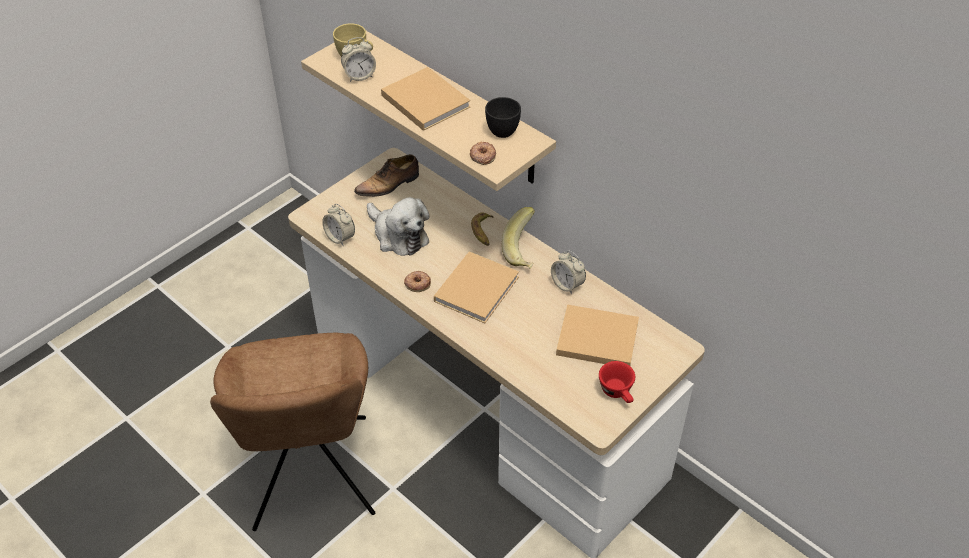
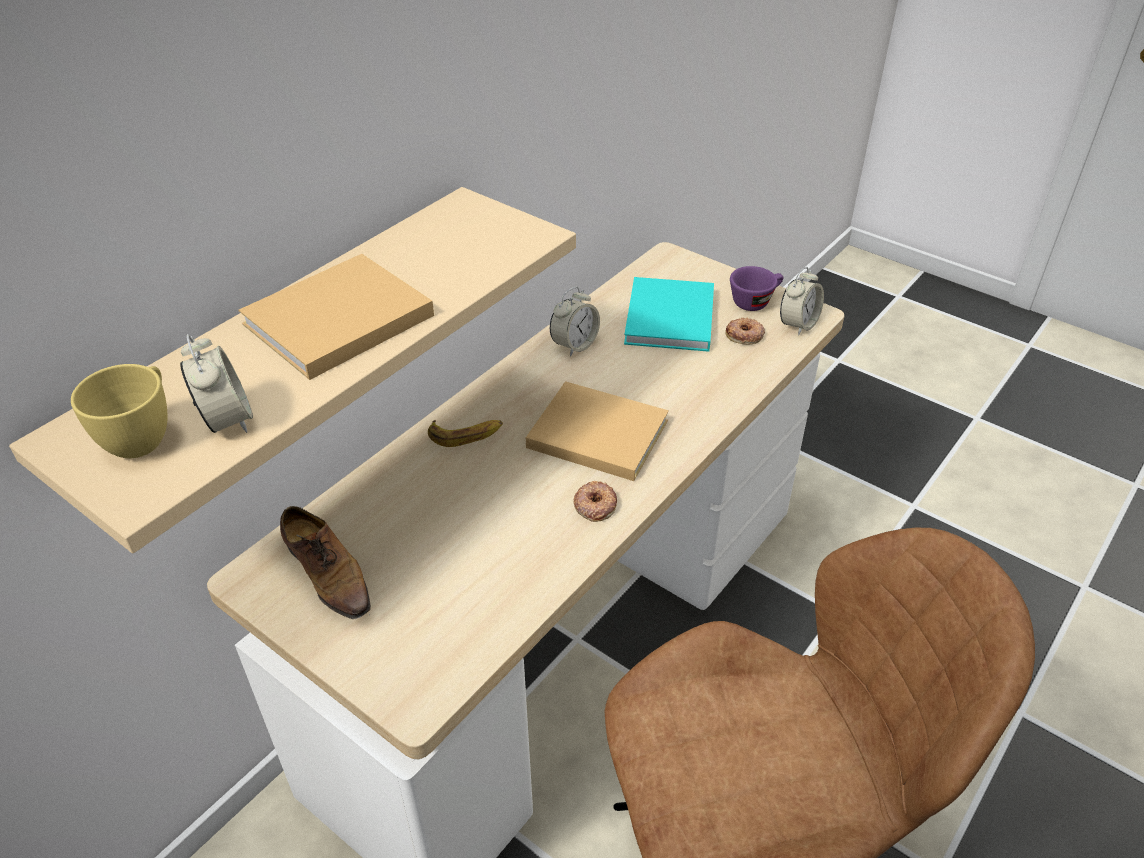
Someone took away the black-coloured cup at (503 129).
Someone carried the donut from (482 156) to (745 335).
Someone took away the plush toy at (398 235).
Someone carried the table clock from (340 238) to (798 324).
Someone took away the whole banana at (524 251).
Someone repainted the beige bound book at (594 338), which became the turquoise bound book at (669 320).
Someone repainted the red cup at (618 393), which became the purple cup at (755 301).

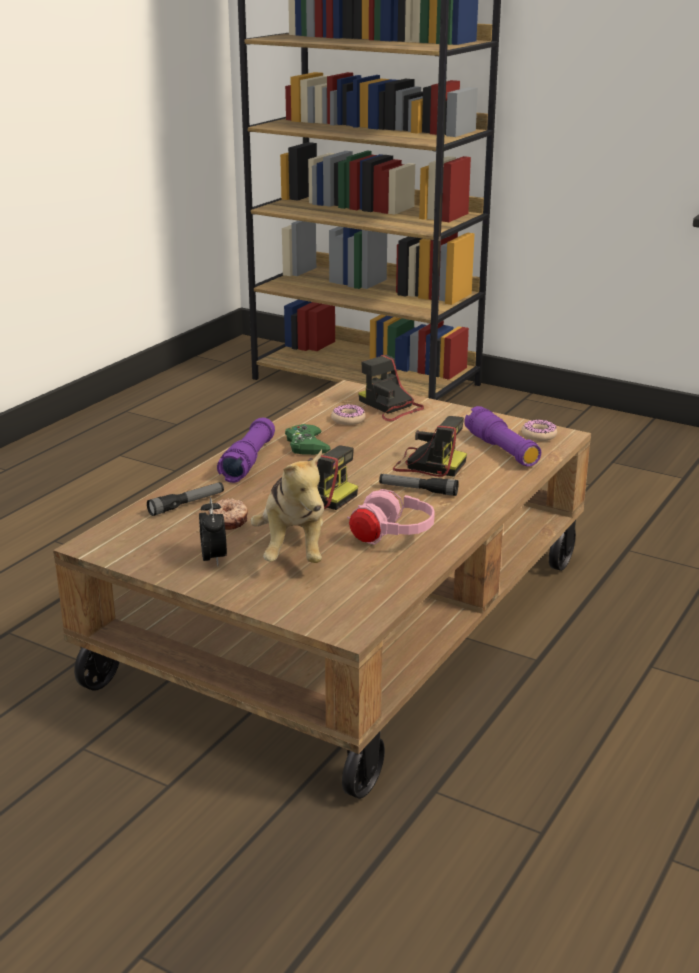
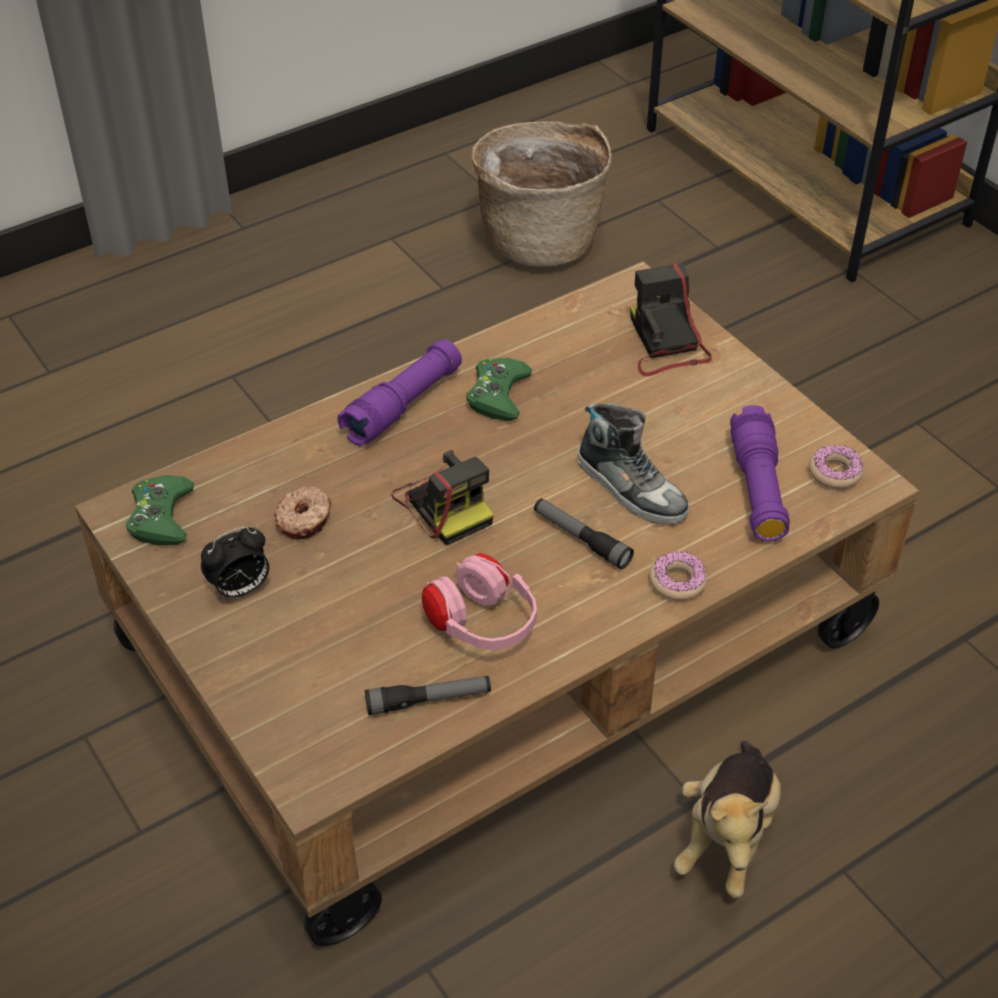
Someone carried the donut from (348 420) to (677 581).
Someone swapped the still camera at (427 464) for the low shoe at (631 487).
Someone carried the plush toy from (294 550) to (727 836).
Someone carried the flashlight from (187 504) to (428 700).
Someone rotated the table clock at (214 559) by 45 degrees clockwise.
Someone put down the basket at (540 238).
Someone put down the greenish gamepad at (161 517).

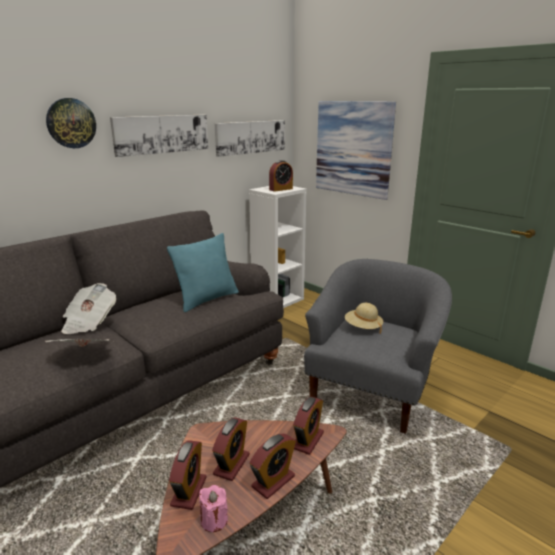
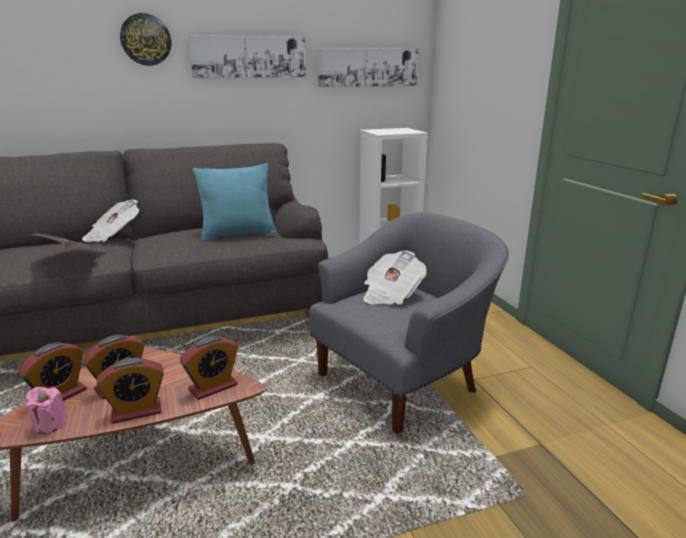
Someone took away the wall picture at (353 148).
Someone took away the table clock at (281 189).
Someone swapped the beige hat at (363 327) for the printed paper at (391 294).

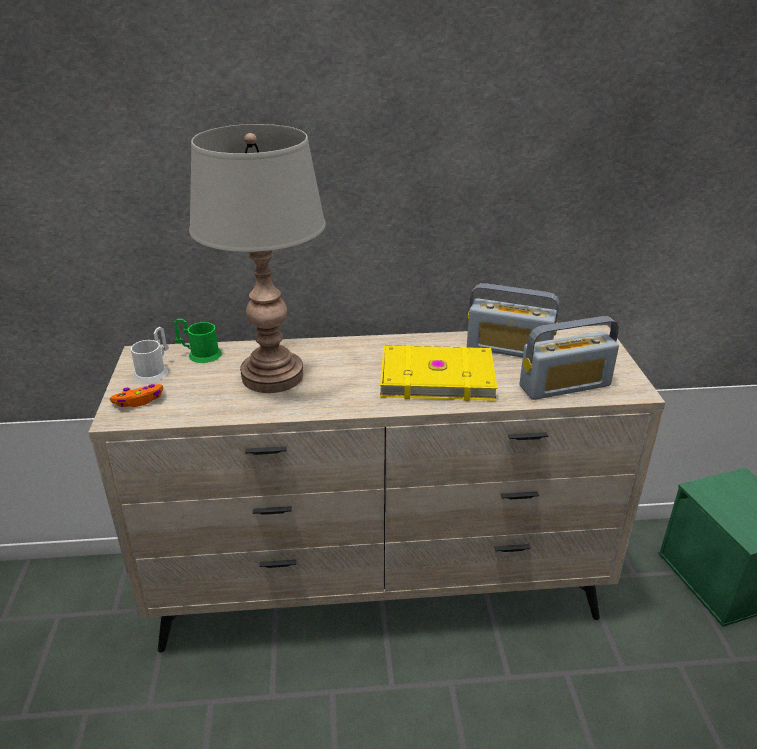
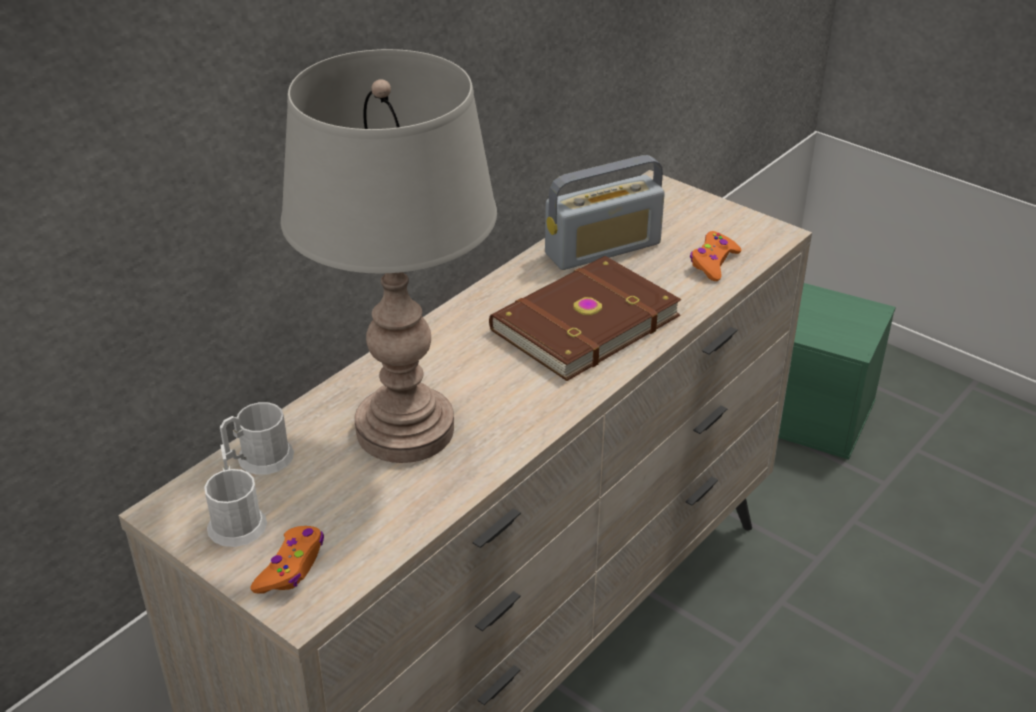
Someone swapped the radio receiver at (565 386) for the orange-coloured gamepad at (713 263).
Someone repainted the greenish tea mug at (200 354), which became the white tea mug at (258 460).
Someone repainted the yellowish bound book at (436 376), which became the brown bound book at (582 322).

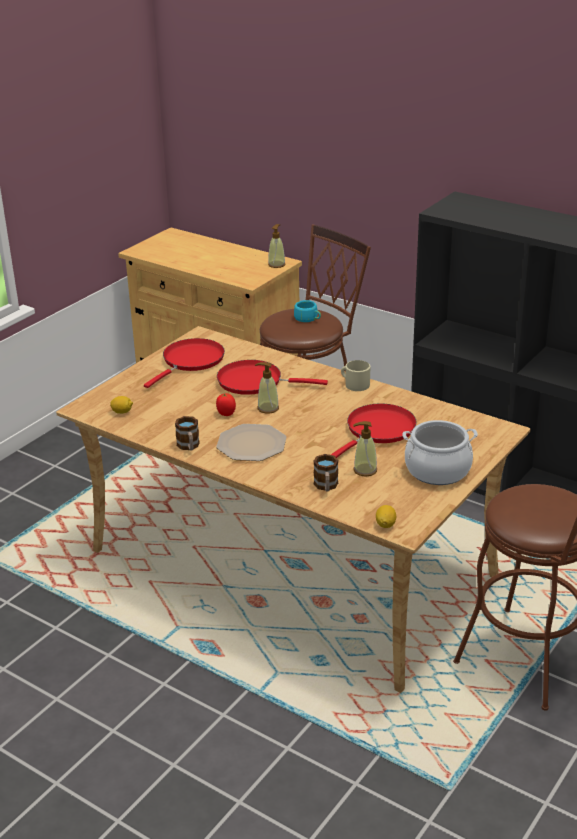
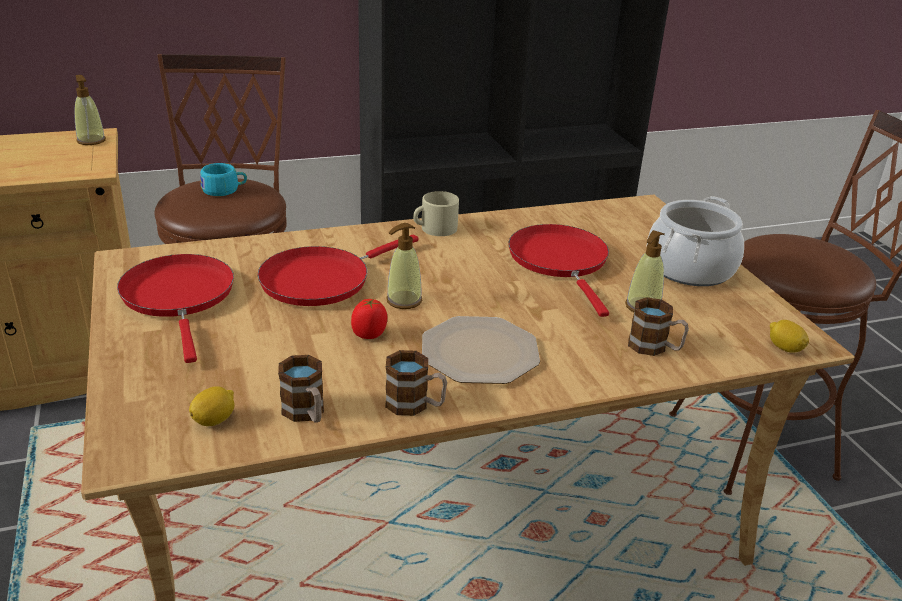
Someone put down the tea mug at (306 413).

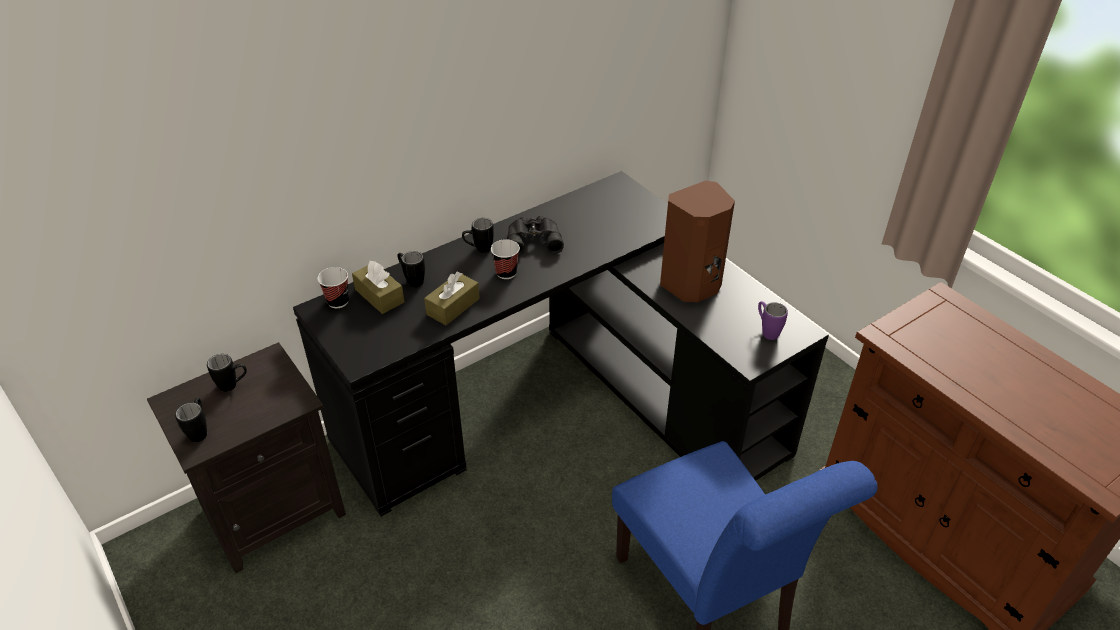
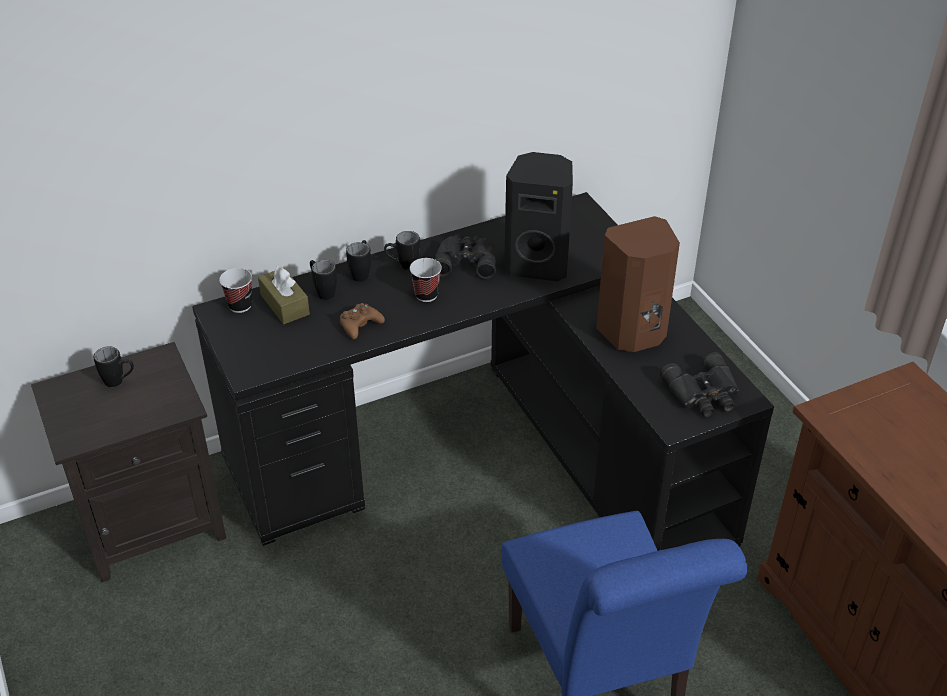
Someone swapped the brown tissue holder at (453 306) for the brown gamepad at (360 325).
Someone swapped the purple tea mug at (766 331) for the black-coloured pair of binoculars at (703 393).
Someone carried the black-coloured tea mug from (200 430) to (361 273).
Someone put down the black-coloured audio speaker at (538 264).

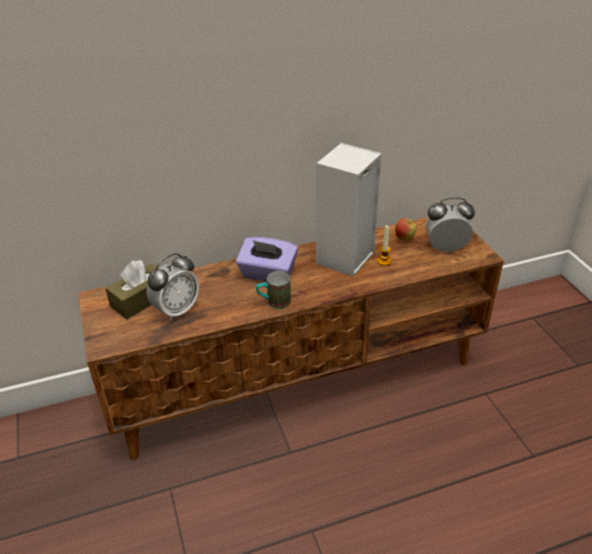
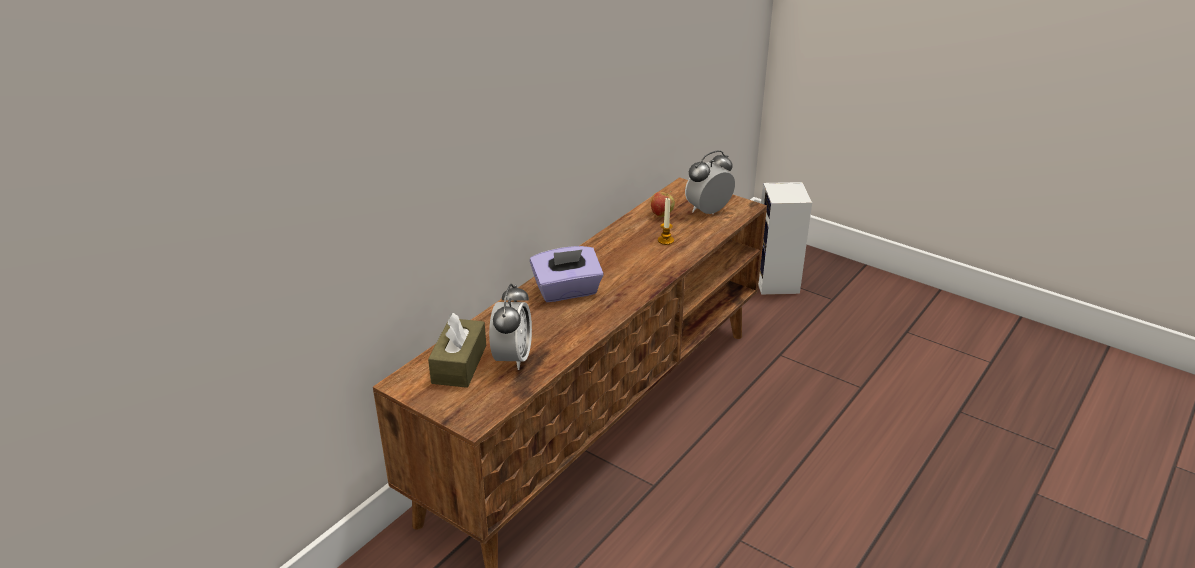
Someone carried the audio speaker from (345 259) to (777 283).
Someone took away the tea mug at (274 302).

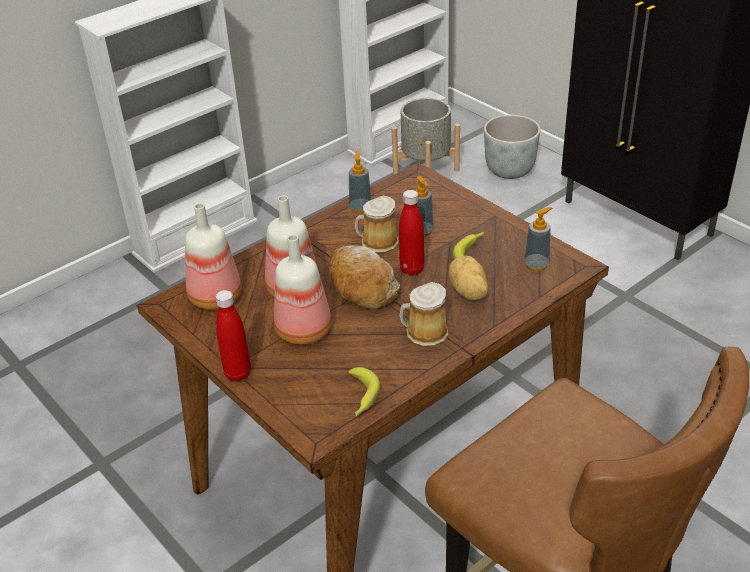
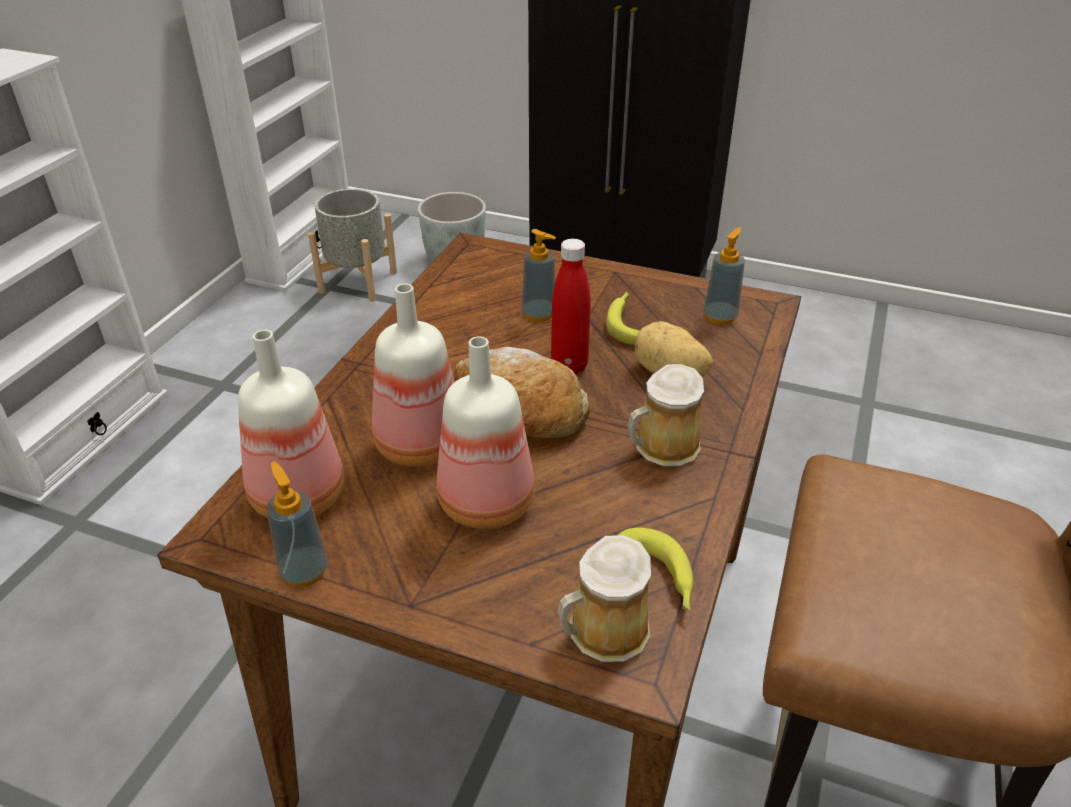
Someone carried the liquid soap bottle from (360 208) to (304 571).
Someone carried the tea mug from (377 242) to (603 632).
Someone took away the red drink bottle at (238 374).

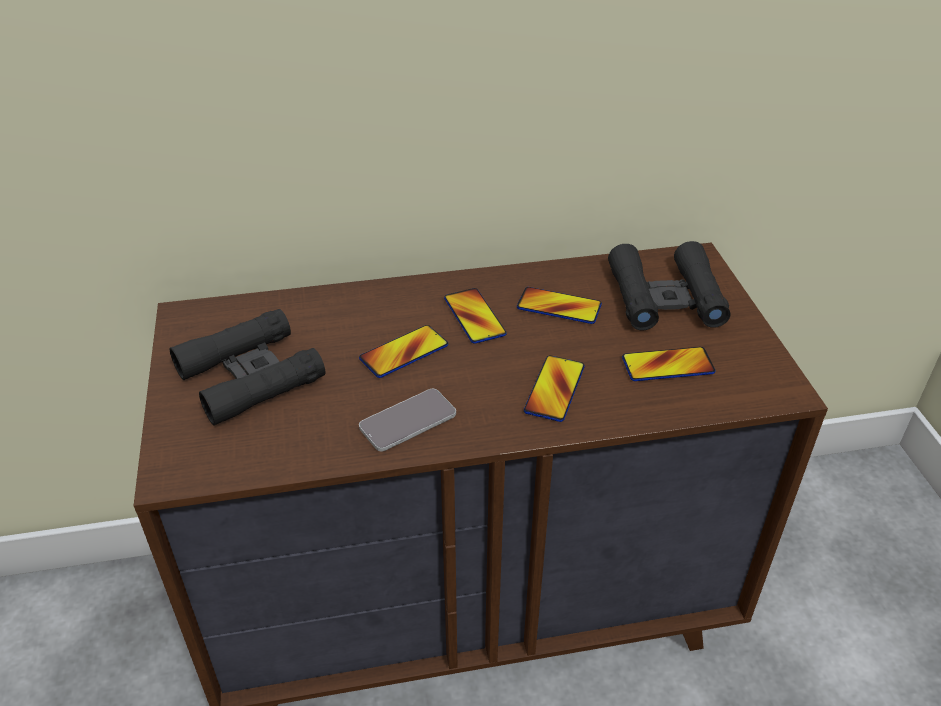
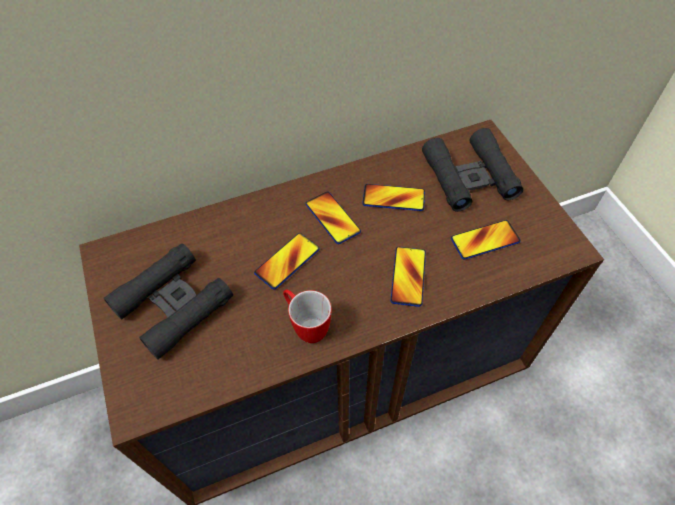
Someone swapped the phone at (408 421) for the tea mug at (306 326).

